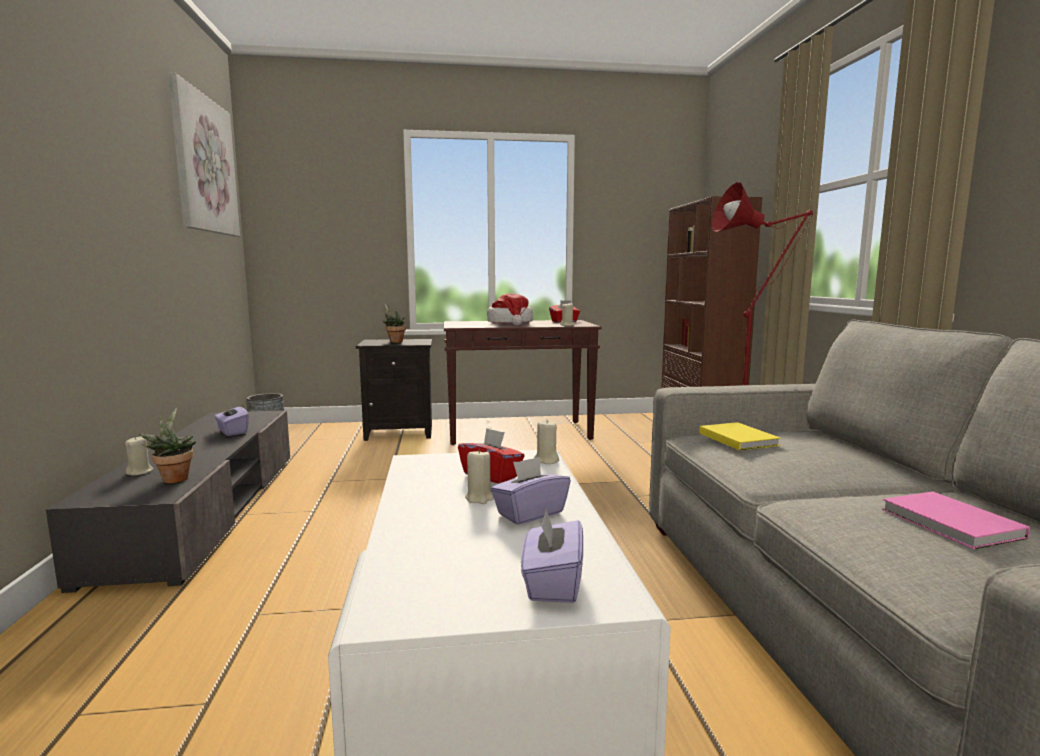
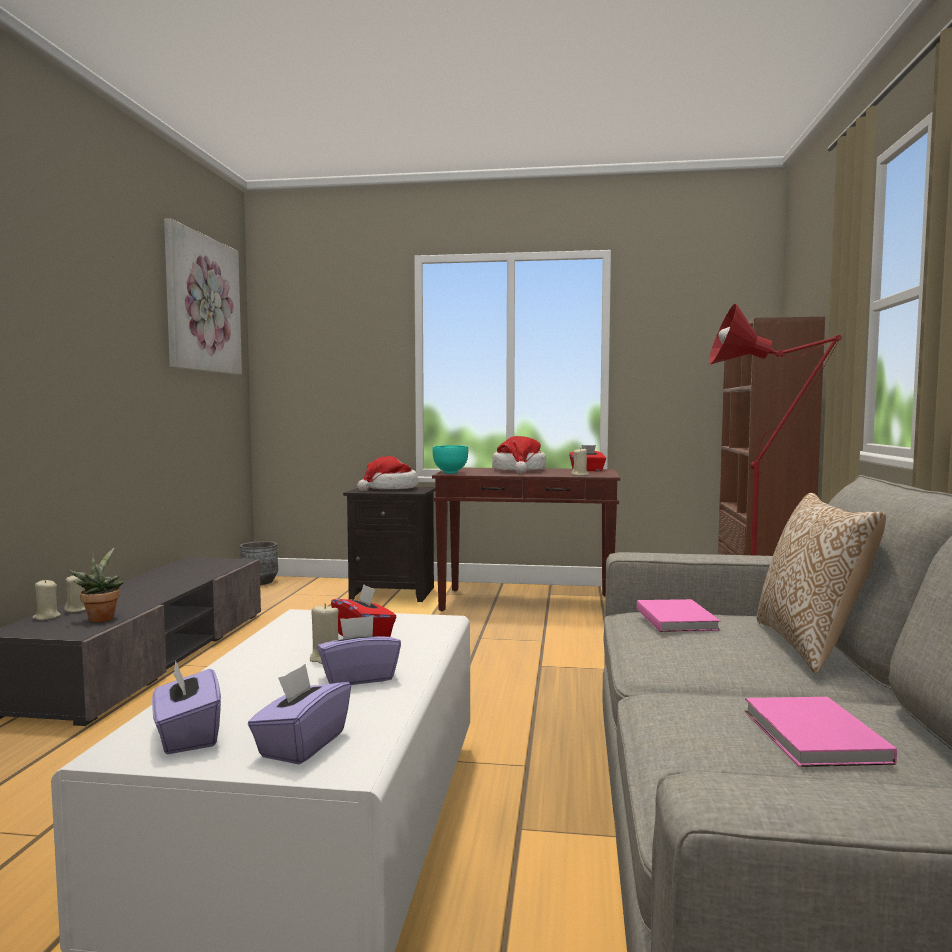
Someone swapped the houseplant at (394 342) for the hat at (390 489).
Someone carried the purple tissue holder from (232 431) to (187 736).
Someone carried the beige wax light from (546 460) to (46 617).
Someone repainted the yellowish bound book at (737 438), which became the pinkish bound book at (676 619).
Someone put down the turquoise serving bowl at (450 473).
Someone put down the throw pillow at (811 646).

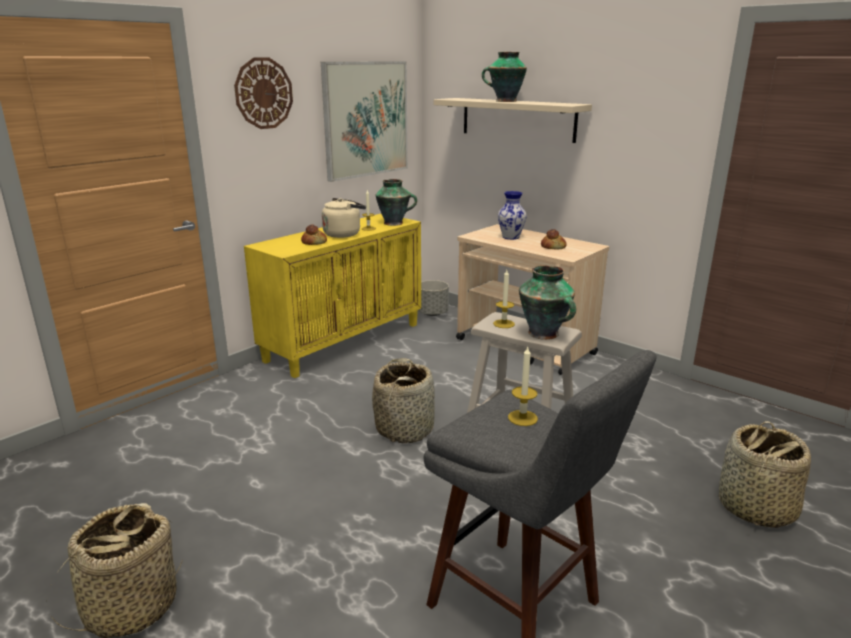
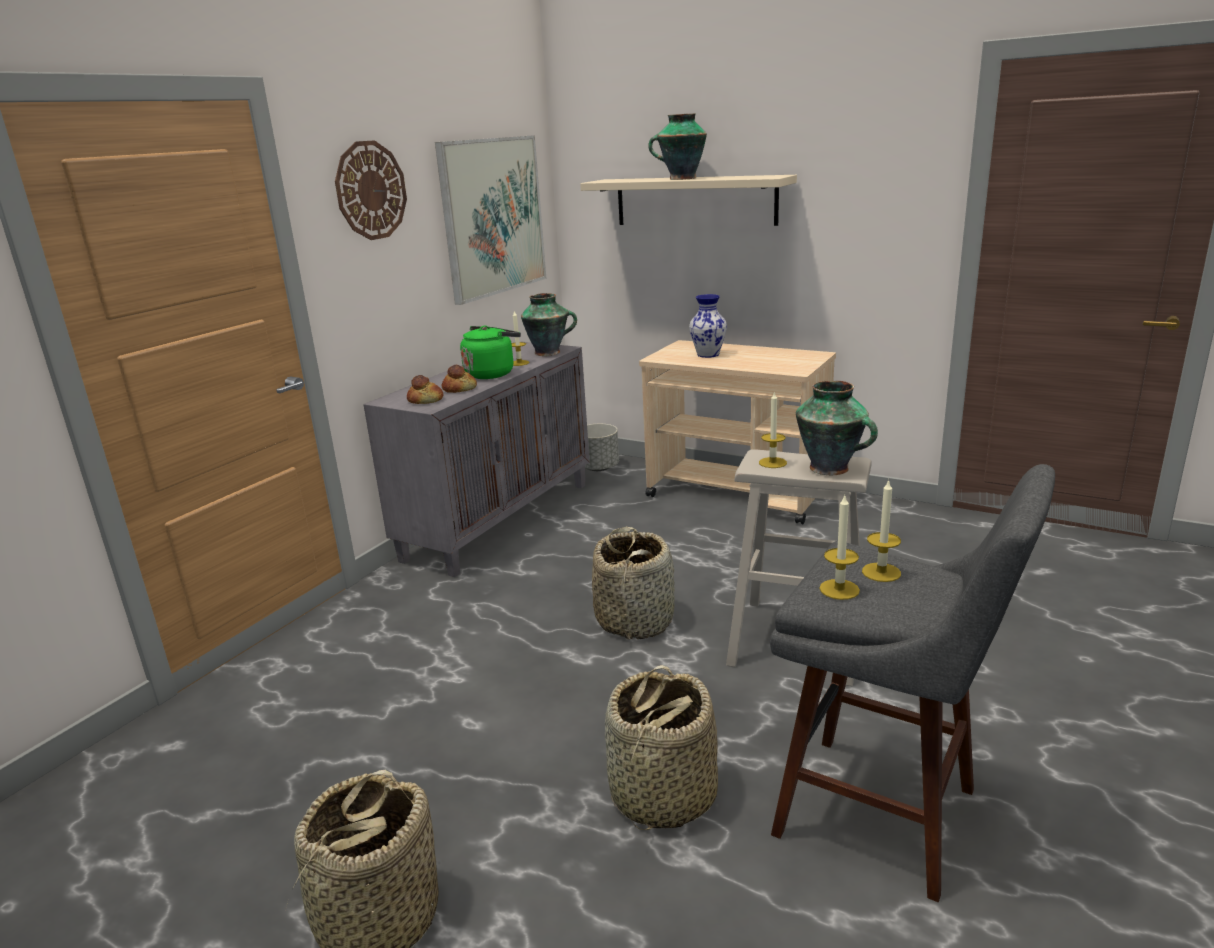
Someone repainted the beige kettle at (344 234), which became the greenish kettle at (491 373).
Someone repainted the yellowish cabinet at (344 341), which became the gray cabinet at (499 520).
Someone carried the bakery bread from (553 247) to (426 400).
Someone carried the basket from (755 508) to (661 795).
Someone put down the wax light at (839 589).

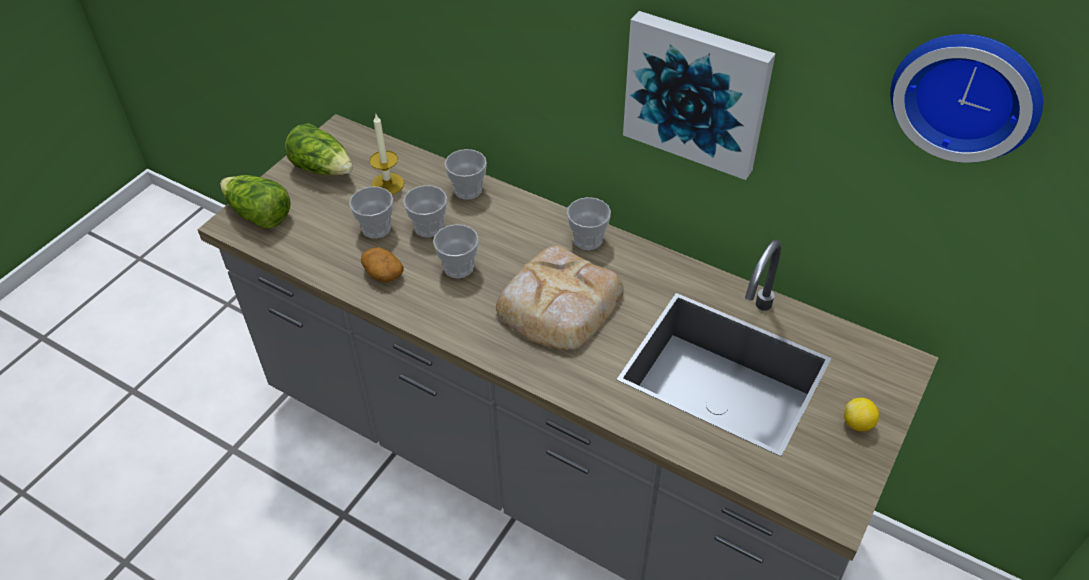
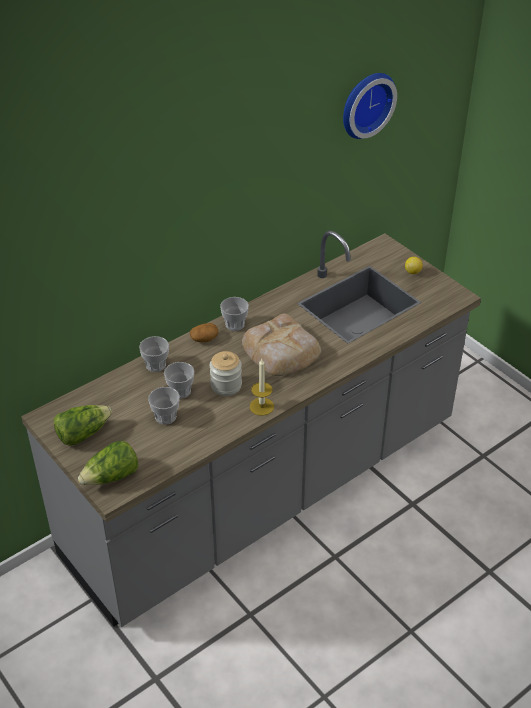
Someone took away the wall picture at (697 92).
Someone carried the wax light from (387 184) to (261 406).
Someone swapped the cup at (458 267) for the preserve jar at (226 385).
Someone carried the potato from (383 273) to (204 339).

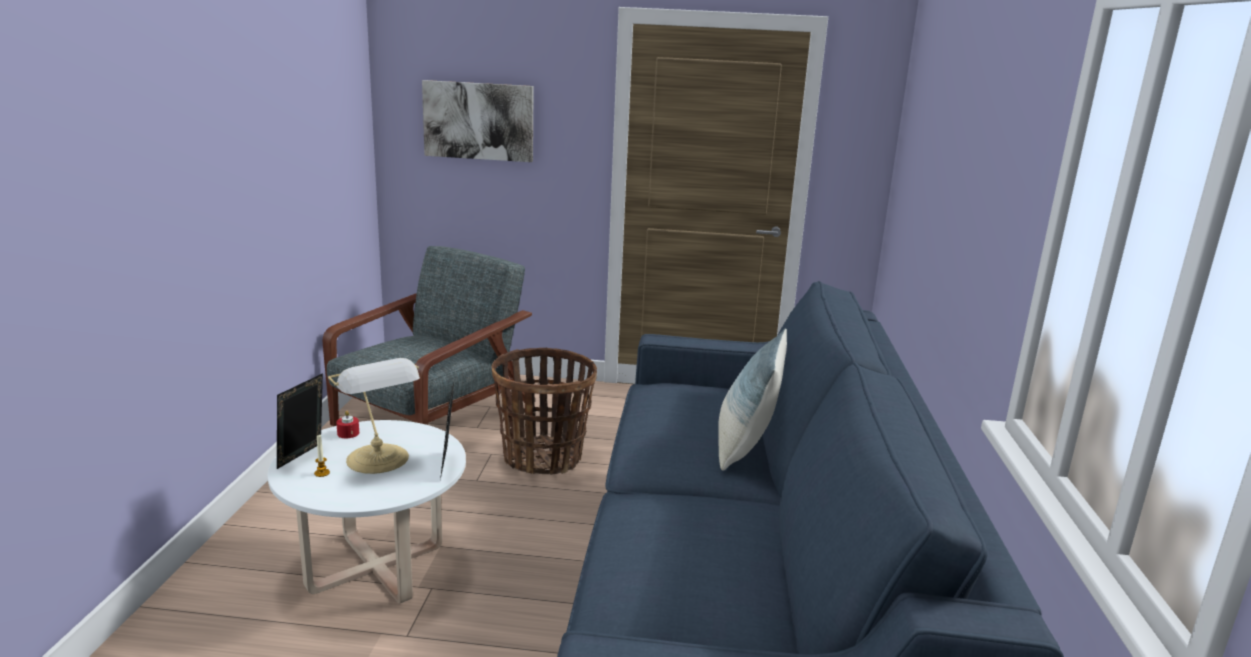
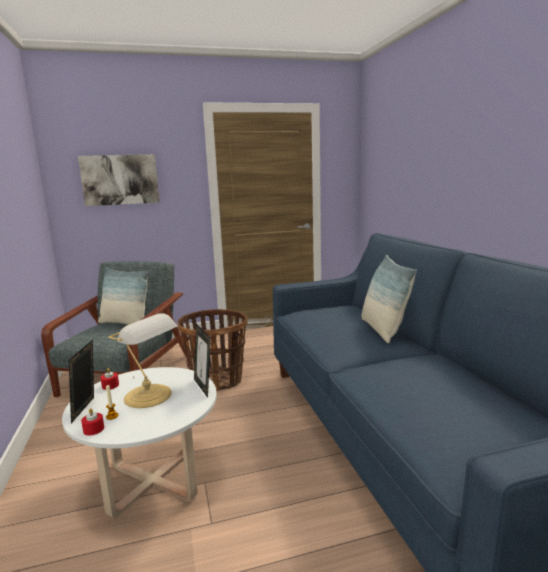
Someone put down the throw pillow at (125 323).
Someone put down the red wax light at (93 429).

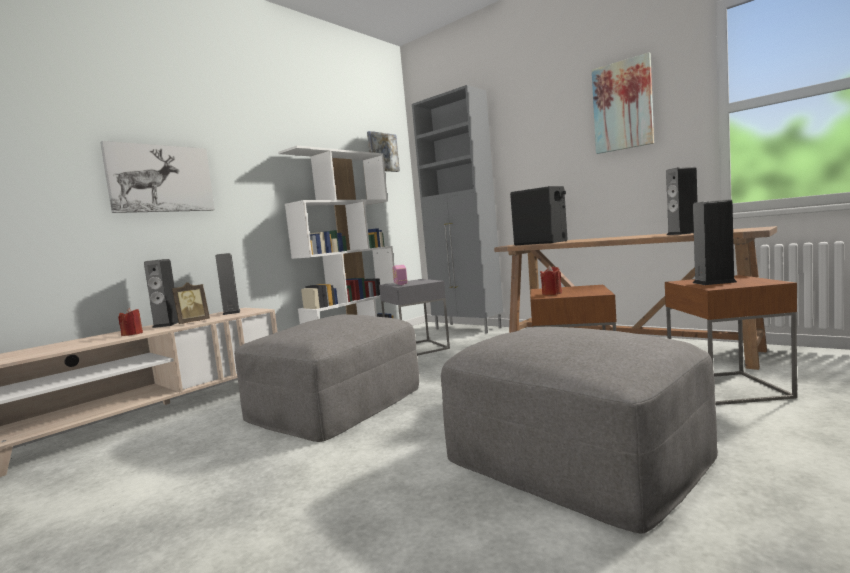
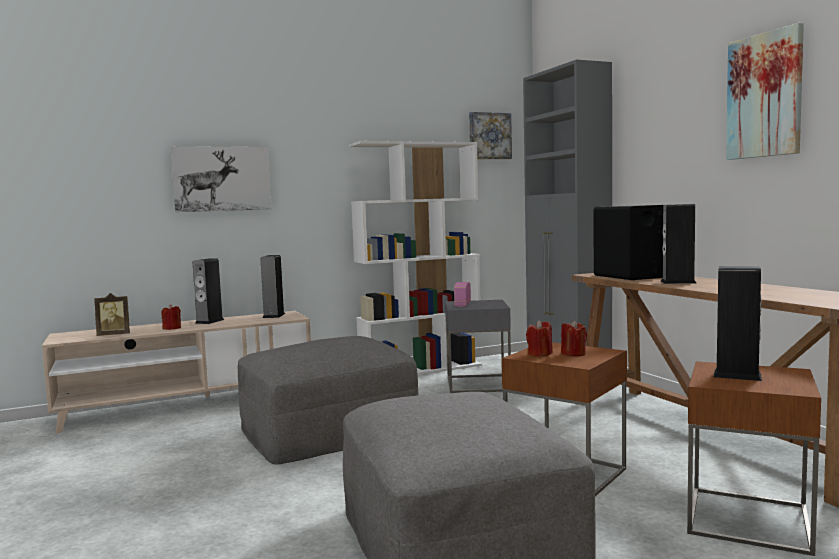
Someone carried the audio speaker from (683 233) to (678 282).
Someone carried the picture frame from (193 322) to (114 335).
Someone put down the red wax light at (573 353).

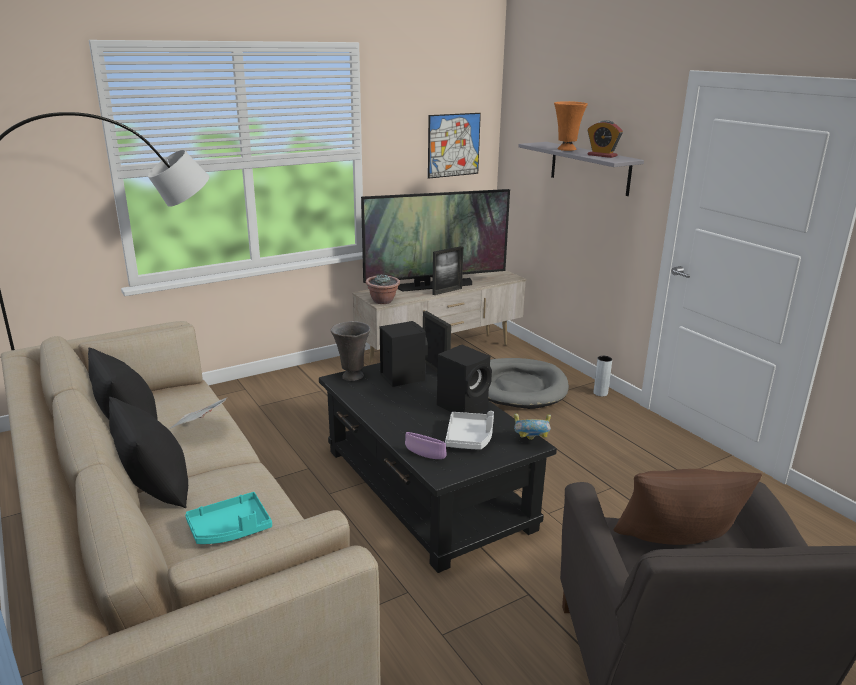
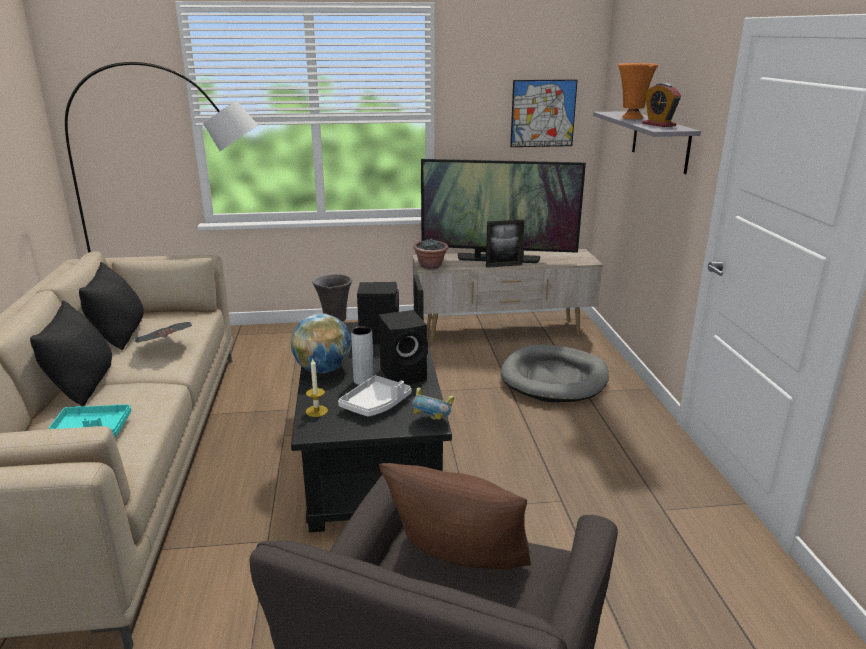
Someone carried the gray flower vase from (600 393) to (363 380).
Someone swapped the purple serving bowl at (425 456) for the wax light at (316 411).
Someone put down the desk globe at (323 370).

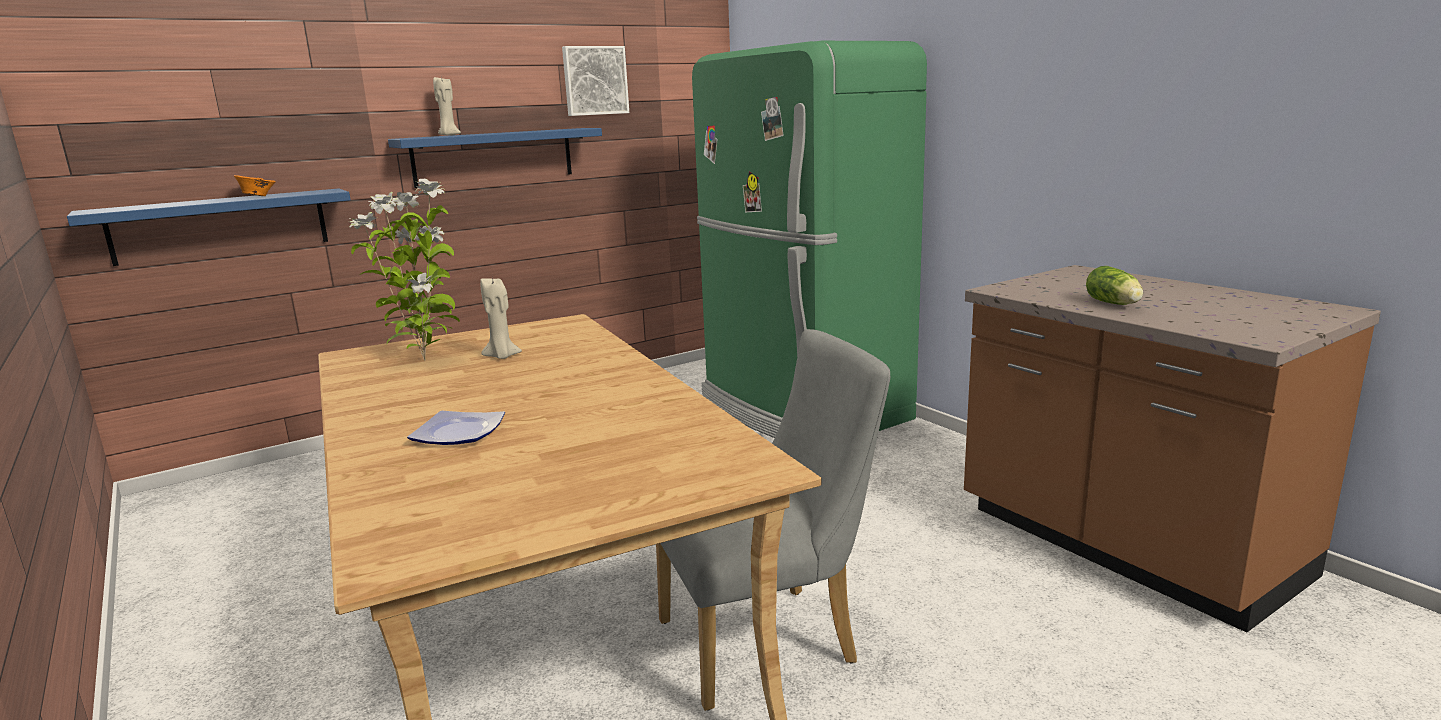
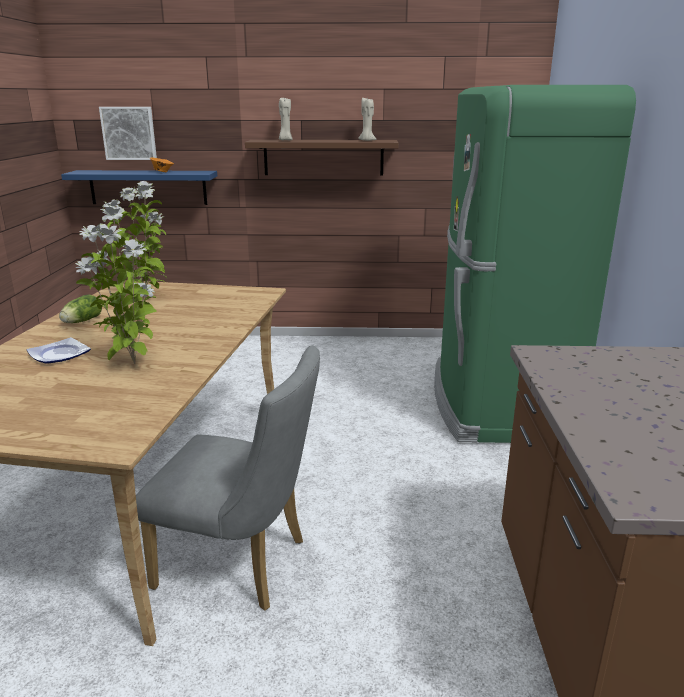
Someone carried the wall picture from (594 81) to (129 133).
Someone repainted the blue wall shelf at (493 157), which became the brown wall shelf at (323 157).
Someone carried the head of lettuce from (1114 304) to (81 321).
Someone carried the beige wax light from (502 356) to (366 141).
Someone put down the houseplant at (132 364).

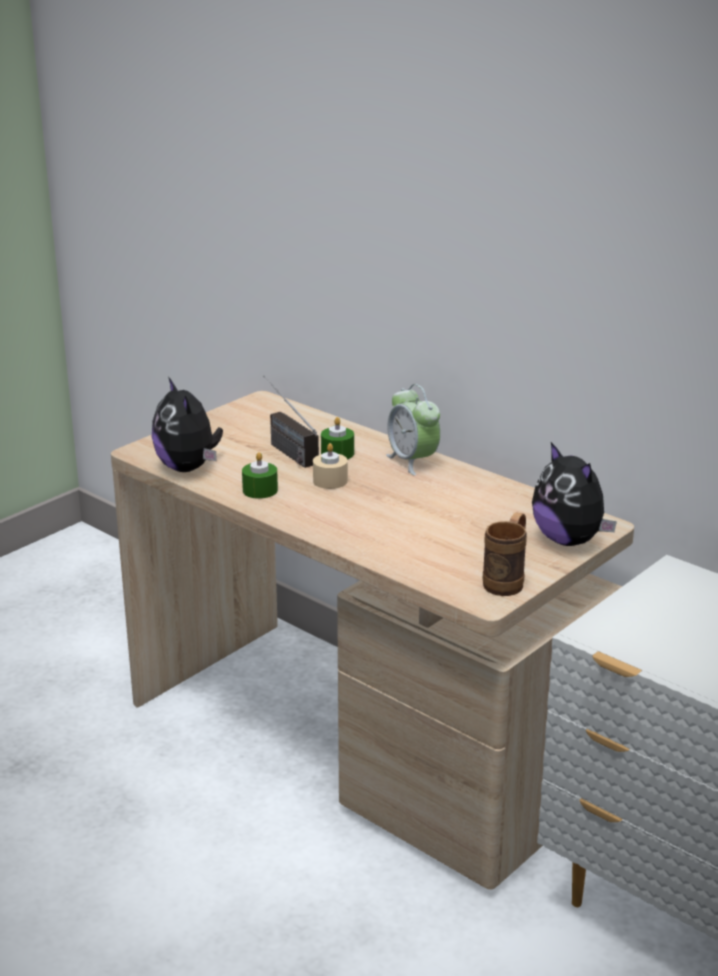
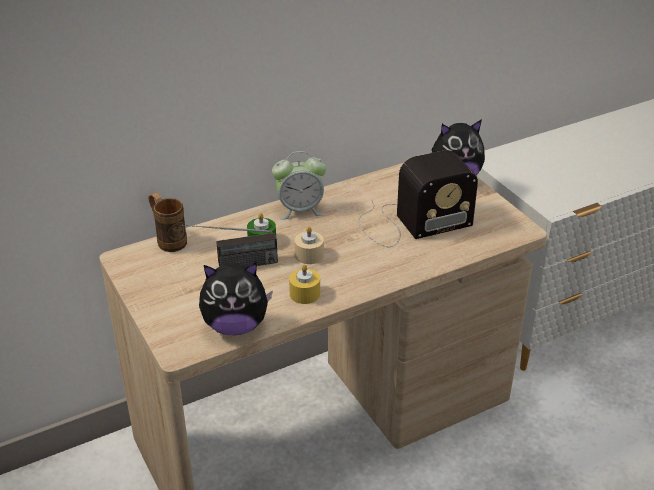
Someone repainted the greenish wax light at (260 490), which became the yellowish wax light at (304 294).
Someone carried the brown tea mug from (507 581) to (168 240).
Someone put down the radio receiver at (410 223).

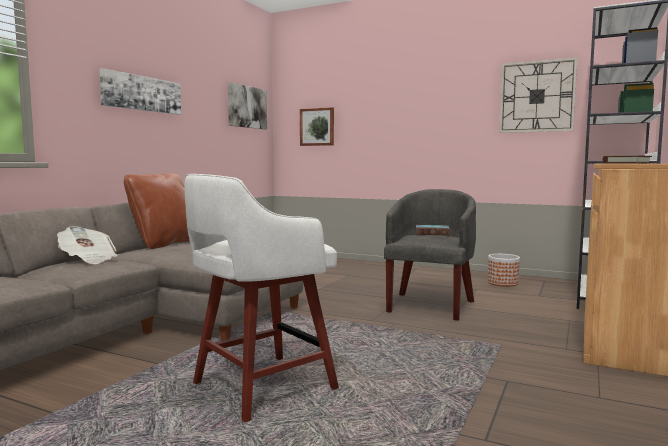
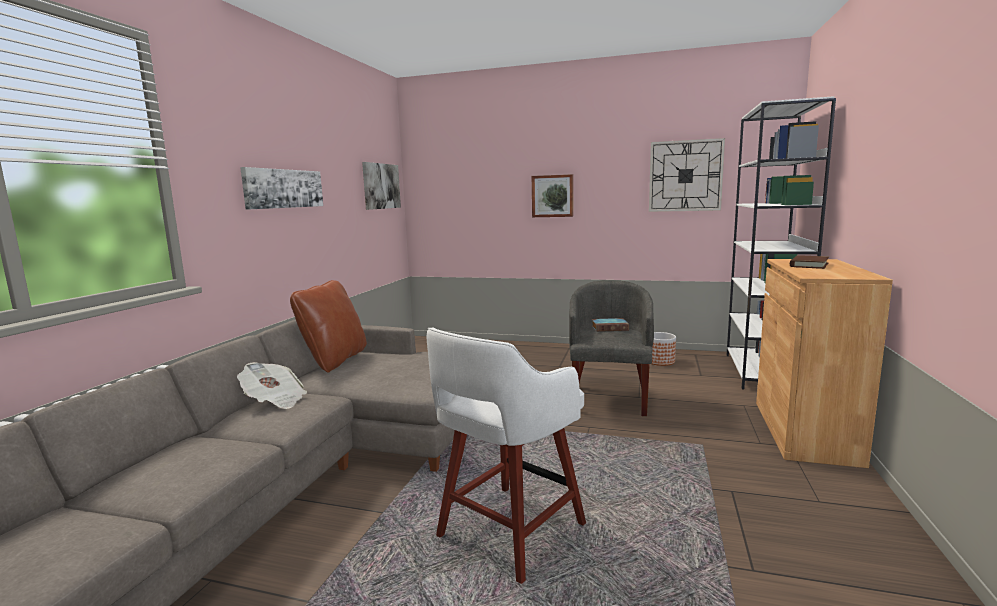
Someone carried the wall picture from (317 127) to (552 196).

